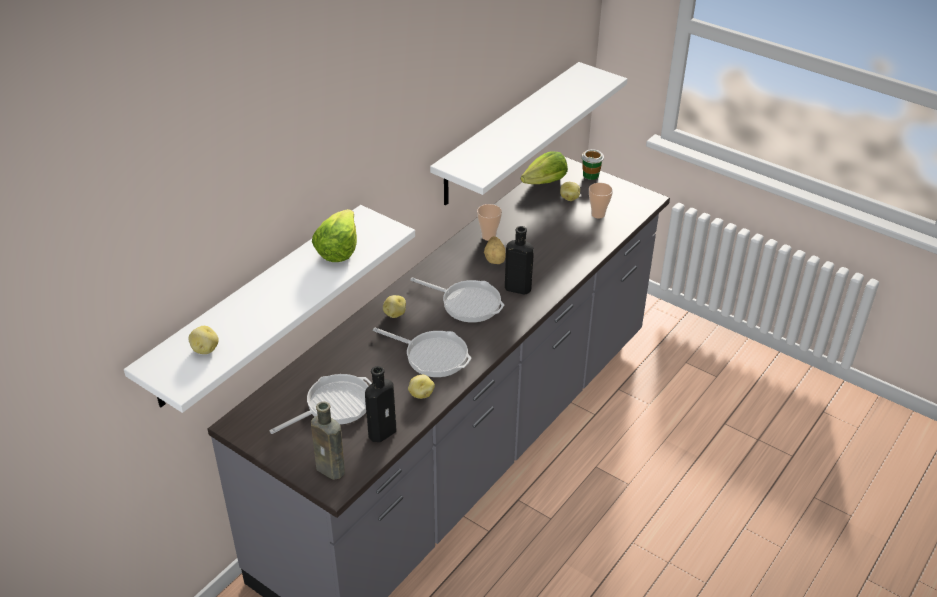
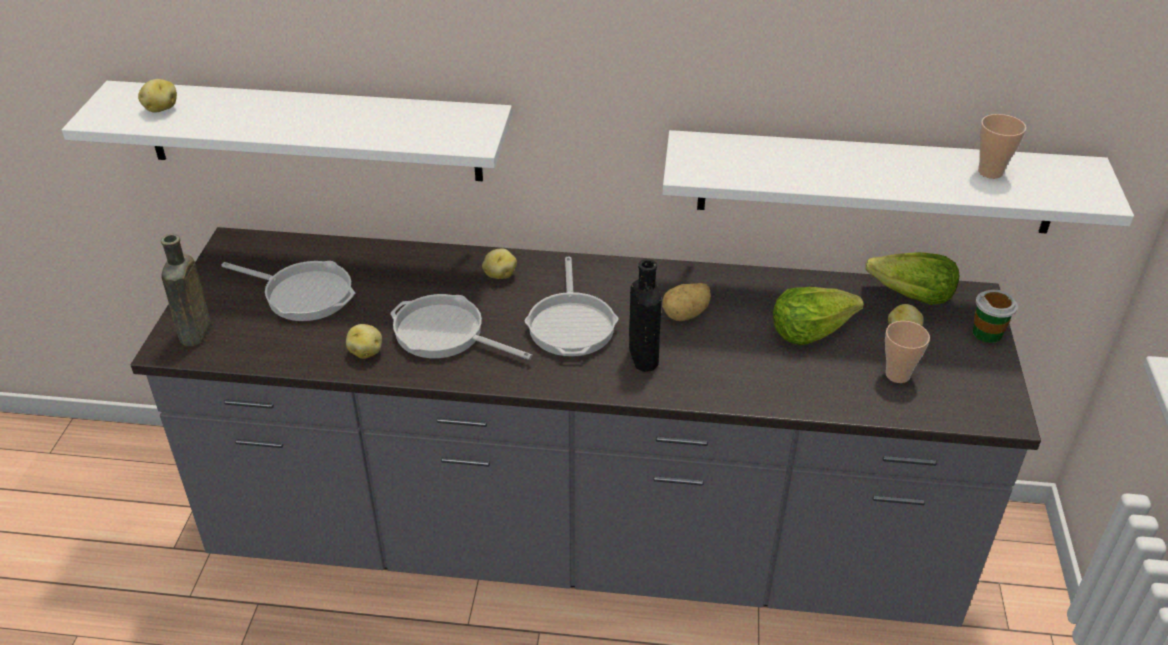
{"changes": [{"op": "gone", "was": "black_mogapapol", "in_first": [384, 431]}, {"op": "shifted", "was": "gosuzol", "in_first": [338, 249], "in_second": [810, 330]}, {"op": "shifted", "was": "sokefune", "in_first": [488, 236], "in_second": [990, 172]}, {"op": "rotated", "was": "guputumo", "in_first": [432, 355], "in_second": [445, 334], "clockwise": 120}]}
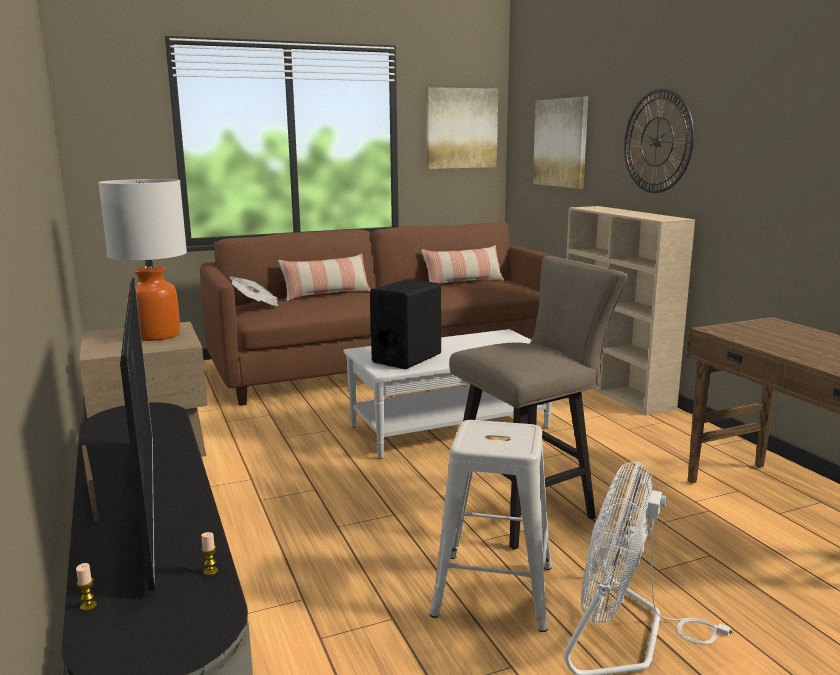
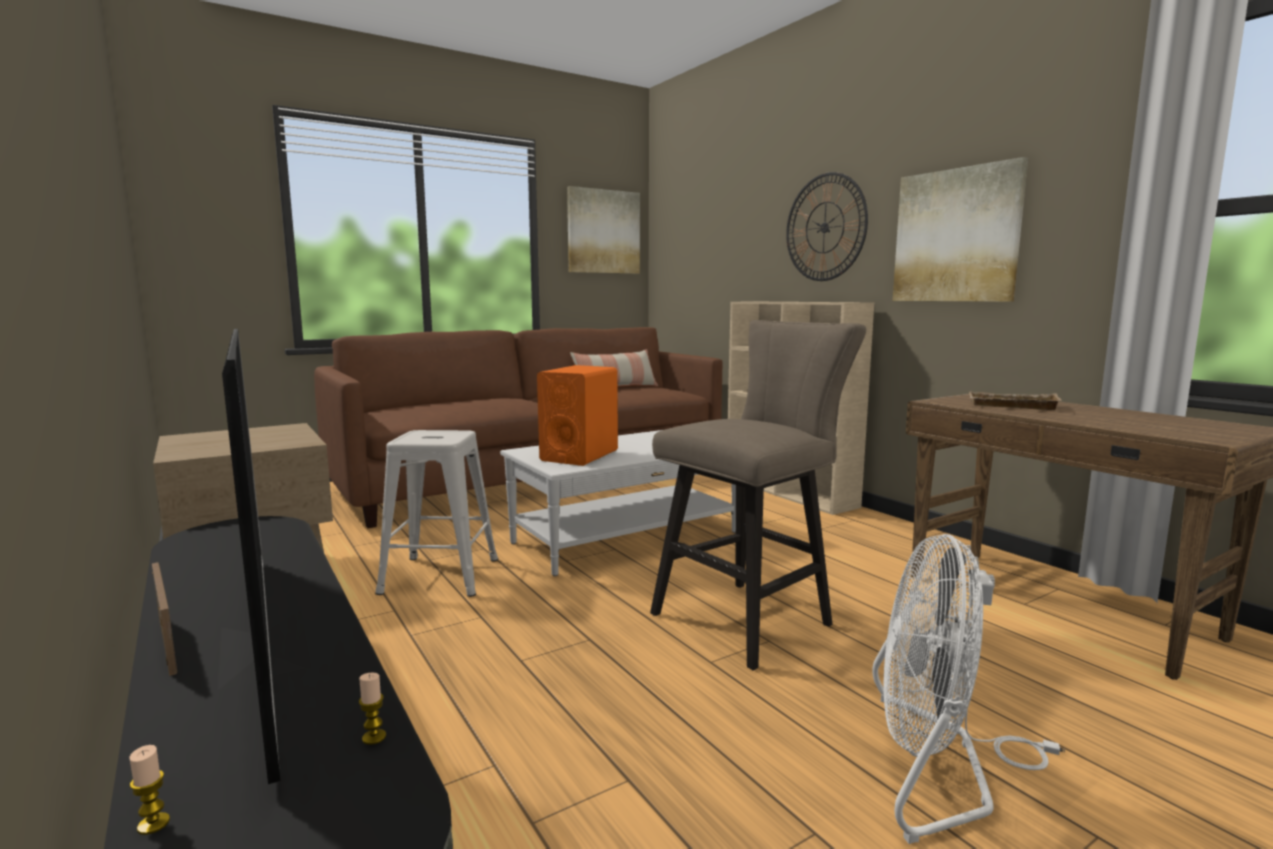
{"changes": [{"op": "gone", "was": "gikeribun", "in_first": [157, 335]}, {"op": "gone", "was": "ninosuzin", "in_first": [256, 304]}, {"op": "gone", "was": "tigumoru", "in_first": [326, 295]}, {"op": "new", "now": "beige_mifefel", "in_second": [1011, 406]}, {"op": "shifted", "was": "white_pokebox", "in_first": [493, 590], "in_second": [440, 576]}, {"op": "shifted", "was": "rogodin", "in_first": [561, 143], "in_second": [956, 236]}, {"op": "repainted", "was": "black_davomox", "now": "orange_davomox", "in_first": [407, 358], "in_second": [579, 455]}]}
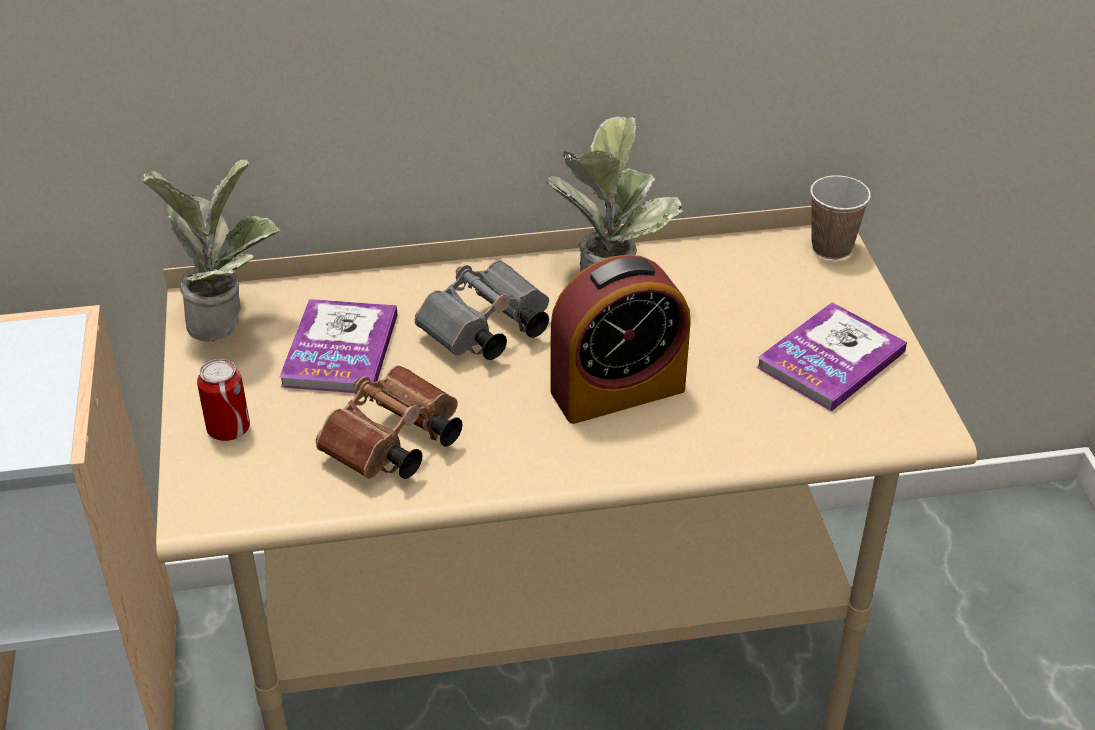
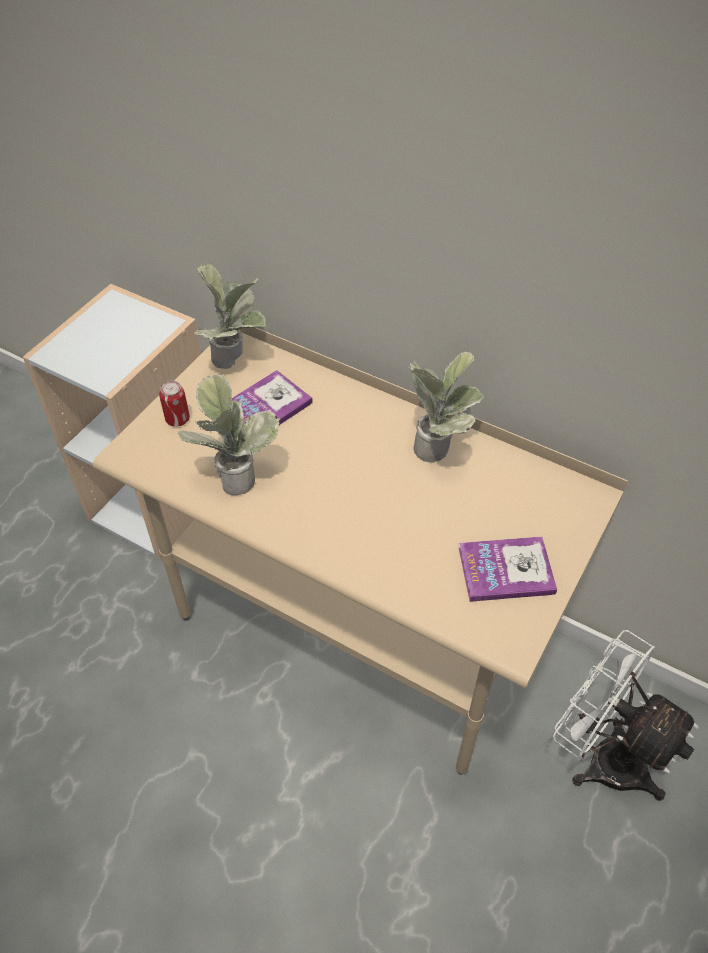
{"changes": [{"op": "gone", "was": "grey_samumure", "in_first": [484, 332]}, {"op": "gone", "was": "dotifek", "in_first": [617, 391]}, {"op": "gone", "was": "sokefune", "in_first": [831, 248]}, {"op": "new", "now": "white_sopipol", "in_second": [602, 755]}, {"op": "swapped", "was": "brown_samumure", "now": "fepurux", "in_first": [392, 446], "in_second": [234, 474]}]}
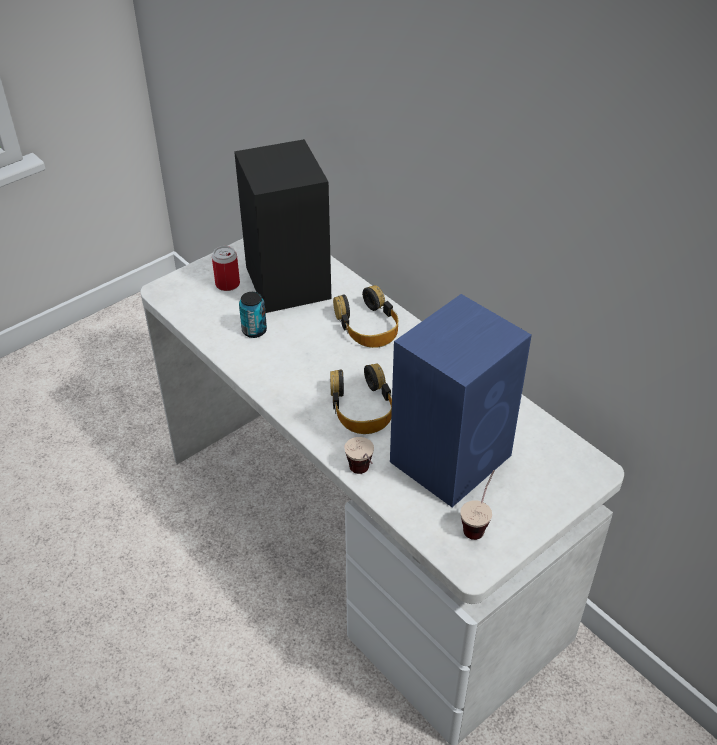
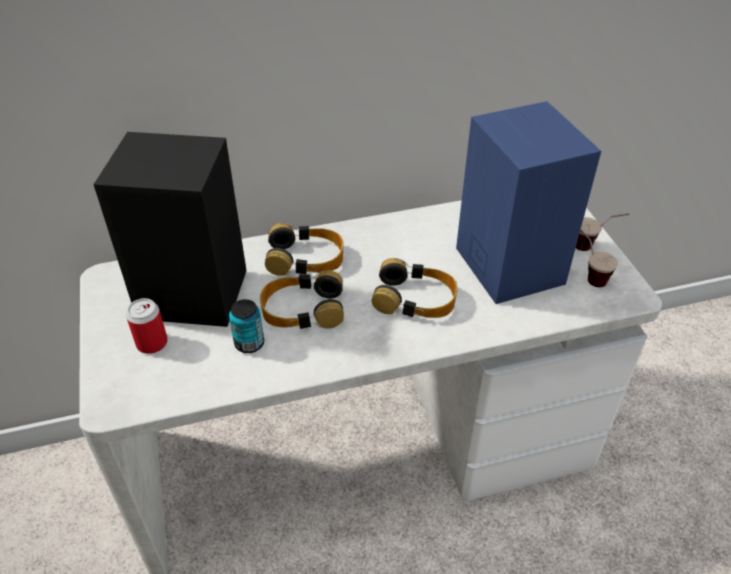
{"changes": [{"op": "new", "now": "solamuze", "in_second": [302, 310]}, {"op": "shifted", "was": "sokefune", "in_first": [362, 475], "in_second": [593, 246]}]}
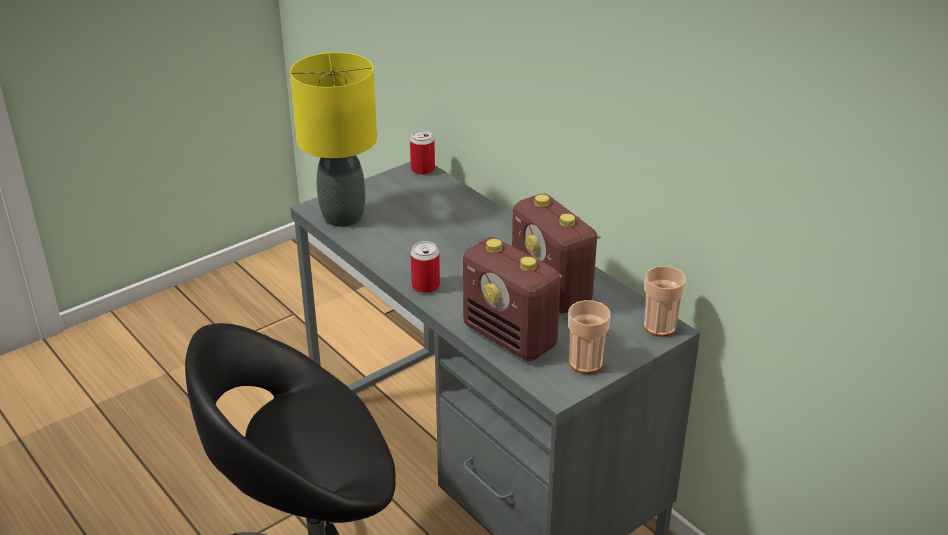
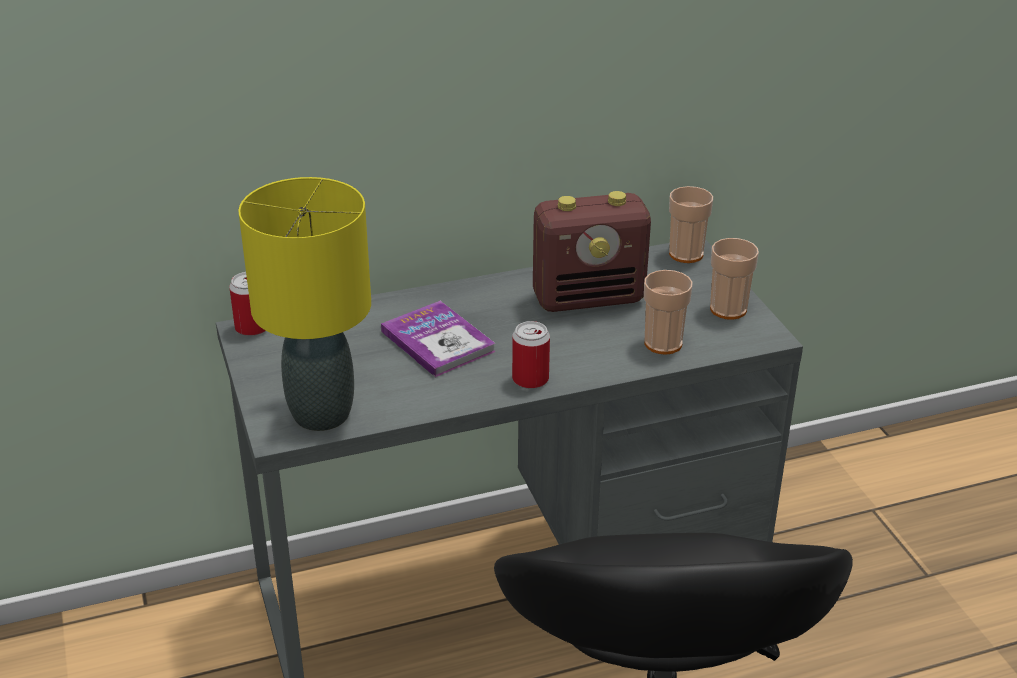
{"changes": [{"op": "new", "now": "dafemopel", "in_second": [437, 341]}, {"op": "swapped", "was": "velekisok", "now": "sokefune", "in_first": [510, 337], "in_second": [663, 343]}]}
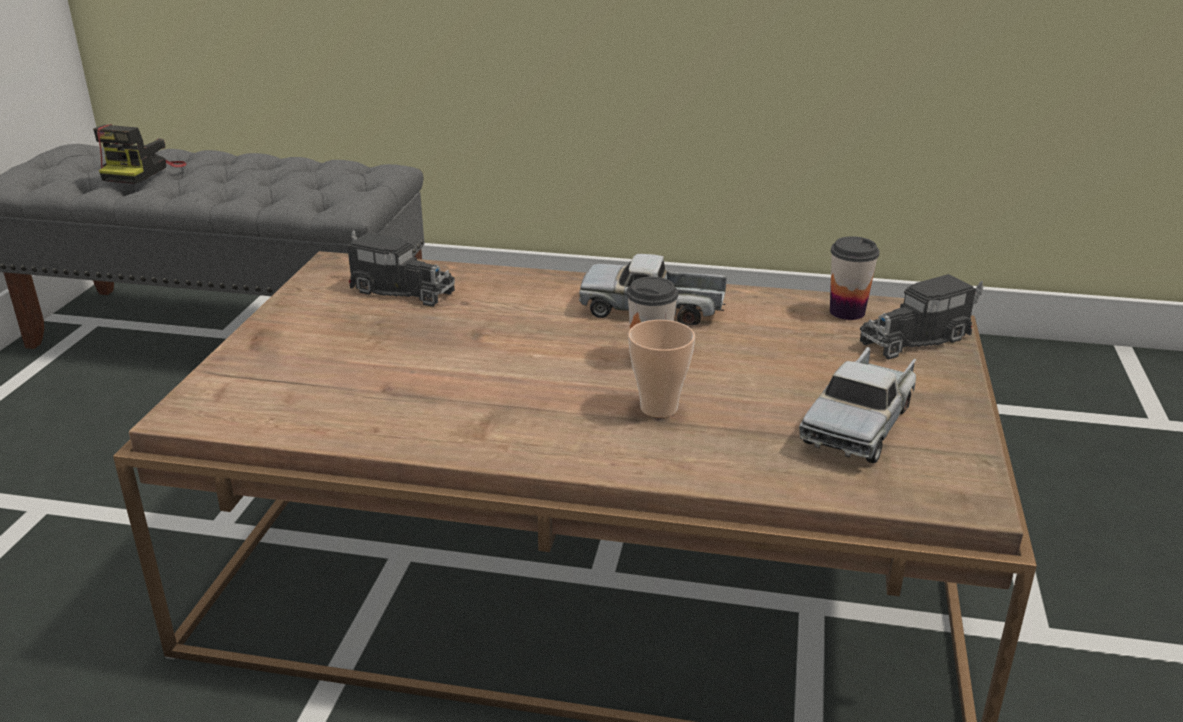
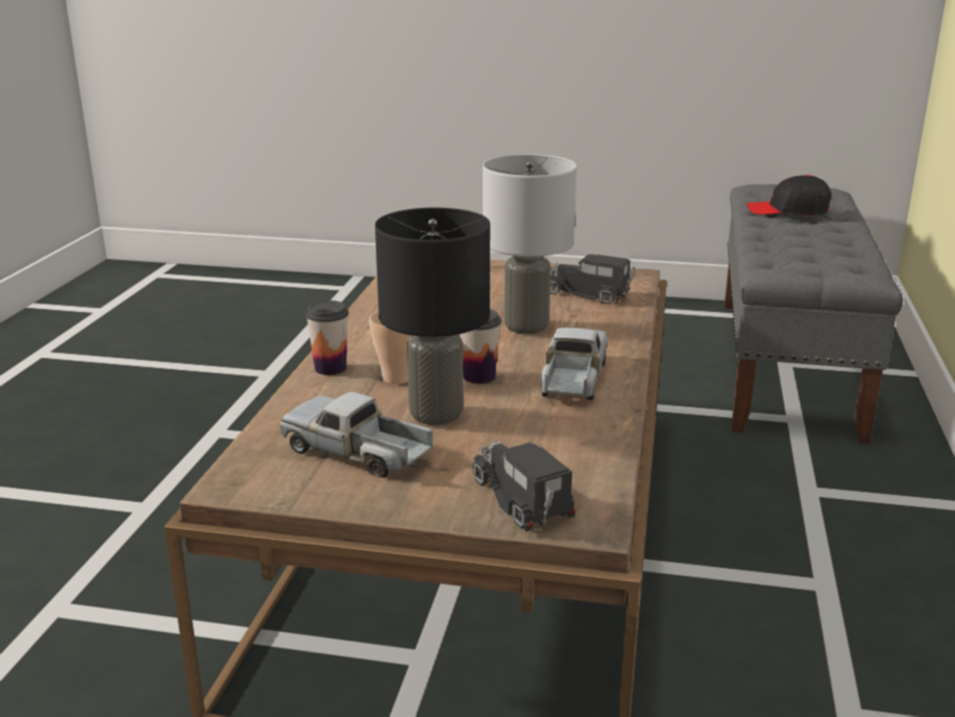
{"changes": [{"op": "new", "now": "black_gikeribun", "in_second": [433, 416]}, {"op": "new", "now": "white_gikeribun", "in_second": [525, 328]}, {"op": "shifted", "was": "sokefune", "in_first": [847, 312], "in_second": [330, 368]}, {"op": "swapped", "was": "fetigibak", "now": "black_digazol", "in_first": [142, 172], "in_second": [788, 211]}, {"op": "rotated", "was": "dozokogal", "in_first": [398, 290], "in_second": [590, 295], "clockwise": 90}]}
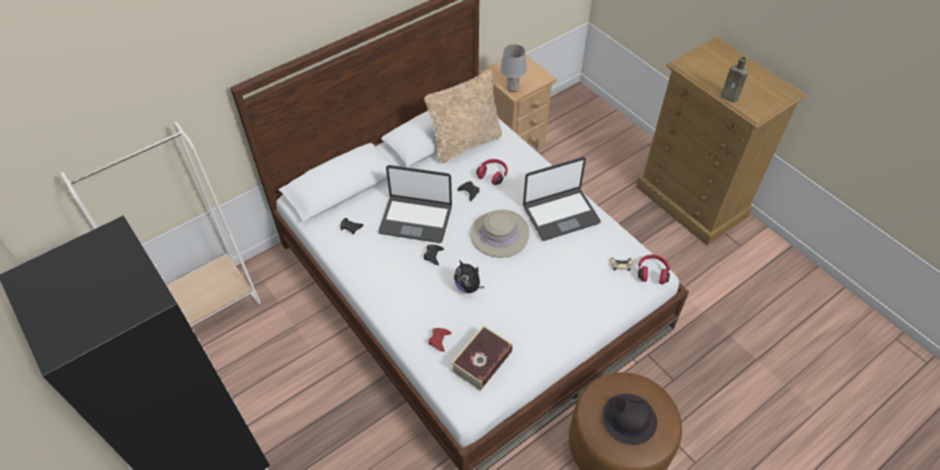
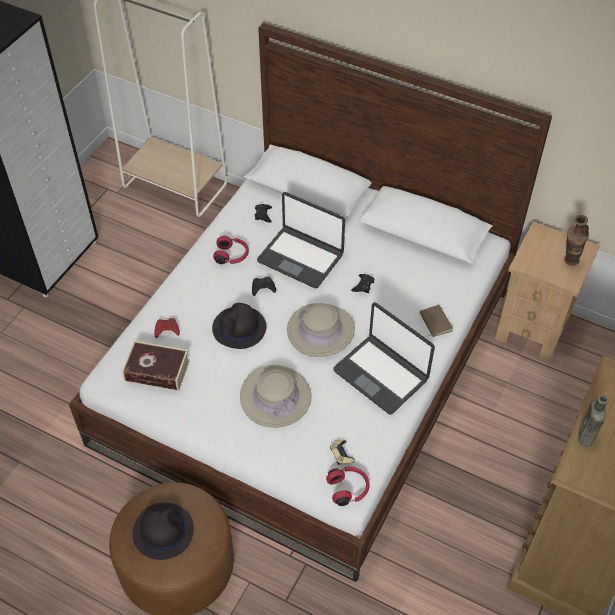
{"changes": [{"op": "gone", "was": "beige_tigumoru", "in_first": [466, 144]}, {"op": "gone", "was": "grey_gikeribun", "in_first": [512, 88]}, {"op": "new", "now": "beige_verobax", "in_second": [275, 397]}, {"op": "new", "now": "brown_dafemopel", "in_second": [434, 322]}, {"op": "new", "now": "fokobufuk", "in_second": [568, 263]}, {"op": "shifted", "was": "red_solamuze", "in_first": [493, 175], "in_second": [232, 255]}, {"op": "swapped", "was": "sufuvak", "now": "black_verobax", "in_first": [468, 286], "in_second": [239, 328]}, {"op": "rotated", "was": "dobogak", "in_first": [416, 219], "in_second": [301, 257], "clockwise": -45}]}
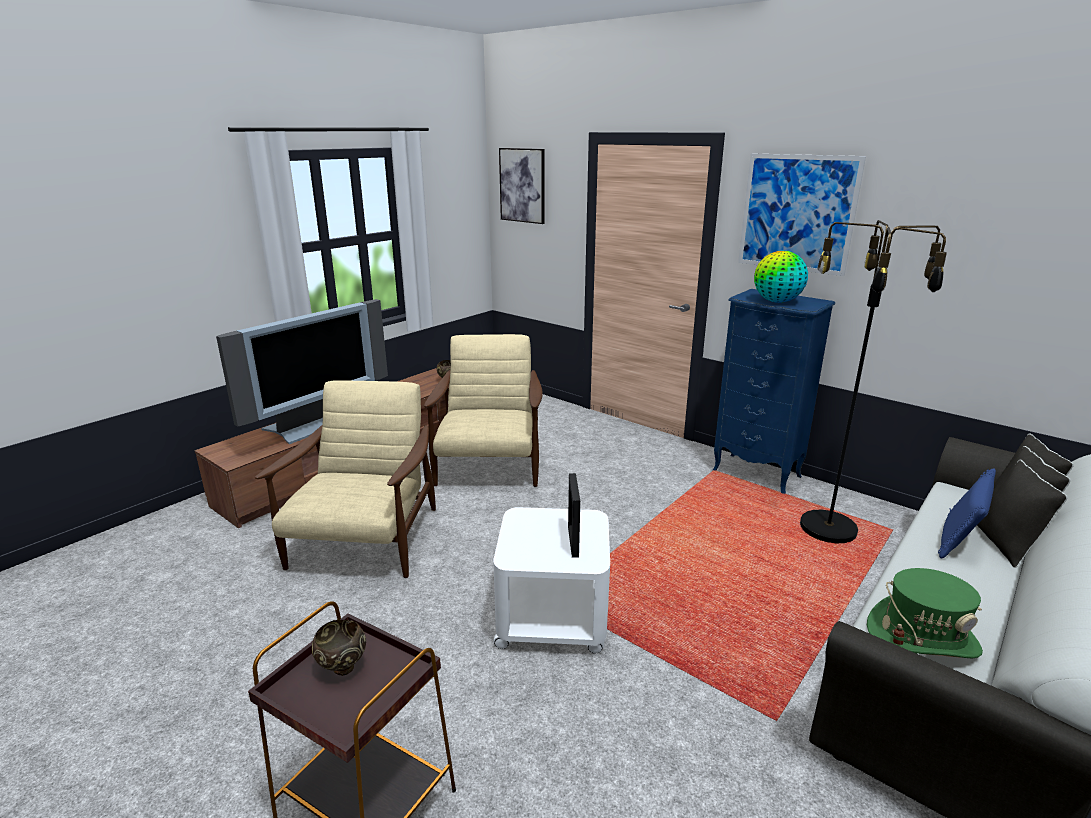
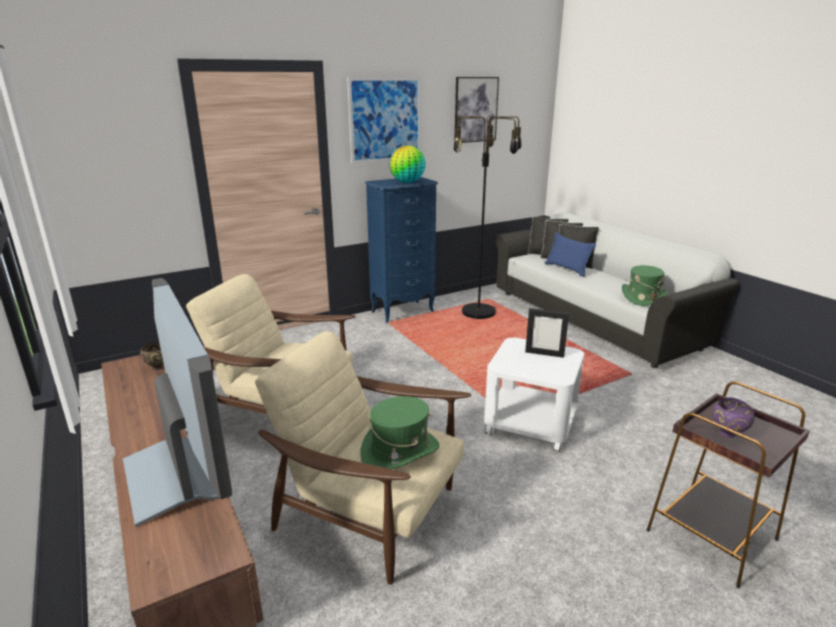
{"changes": [{"op": "new", "now": "green_verobax", "in_second": [400, 451]}, {"op": "shifted", "was": "rogodin", "in_first": [522, 185], "in_second": [475, 109]}, {"op": "repainted", "was": "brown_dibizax", "now": "purple_dibizax", "in_first": [342, 668], "in_second": [728, 434]}]}
